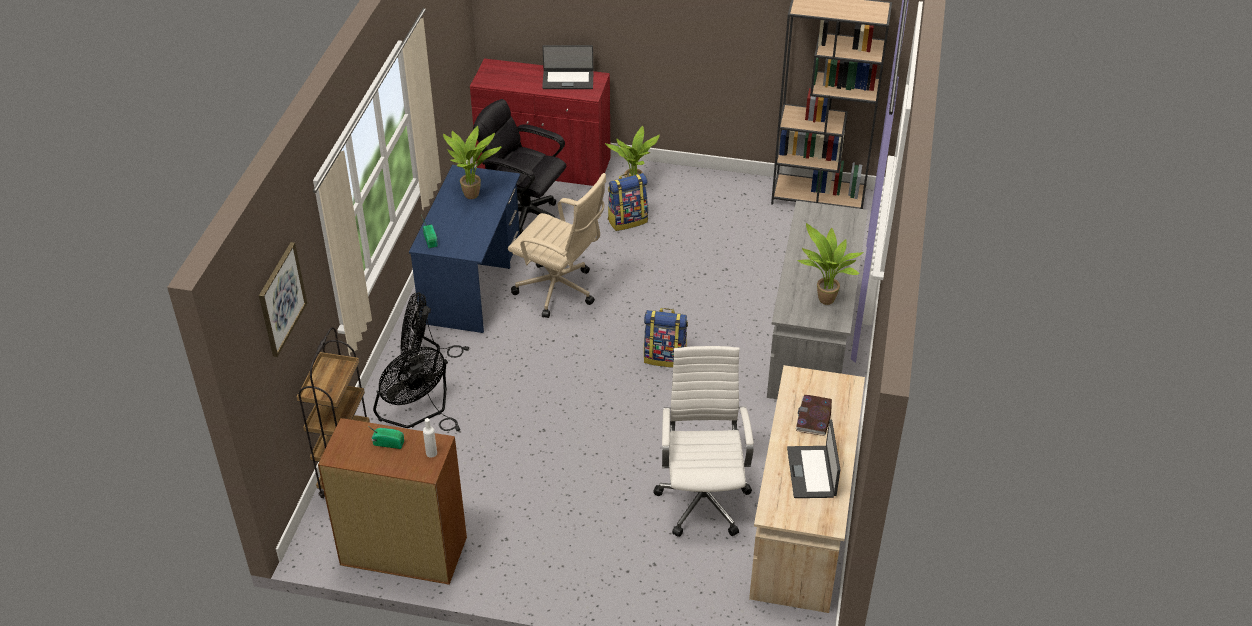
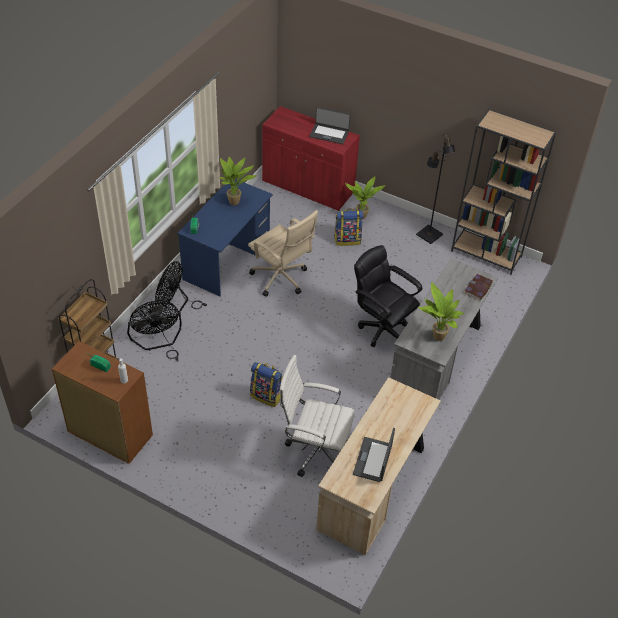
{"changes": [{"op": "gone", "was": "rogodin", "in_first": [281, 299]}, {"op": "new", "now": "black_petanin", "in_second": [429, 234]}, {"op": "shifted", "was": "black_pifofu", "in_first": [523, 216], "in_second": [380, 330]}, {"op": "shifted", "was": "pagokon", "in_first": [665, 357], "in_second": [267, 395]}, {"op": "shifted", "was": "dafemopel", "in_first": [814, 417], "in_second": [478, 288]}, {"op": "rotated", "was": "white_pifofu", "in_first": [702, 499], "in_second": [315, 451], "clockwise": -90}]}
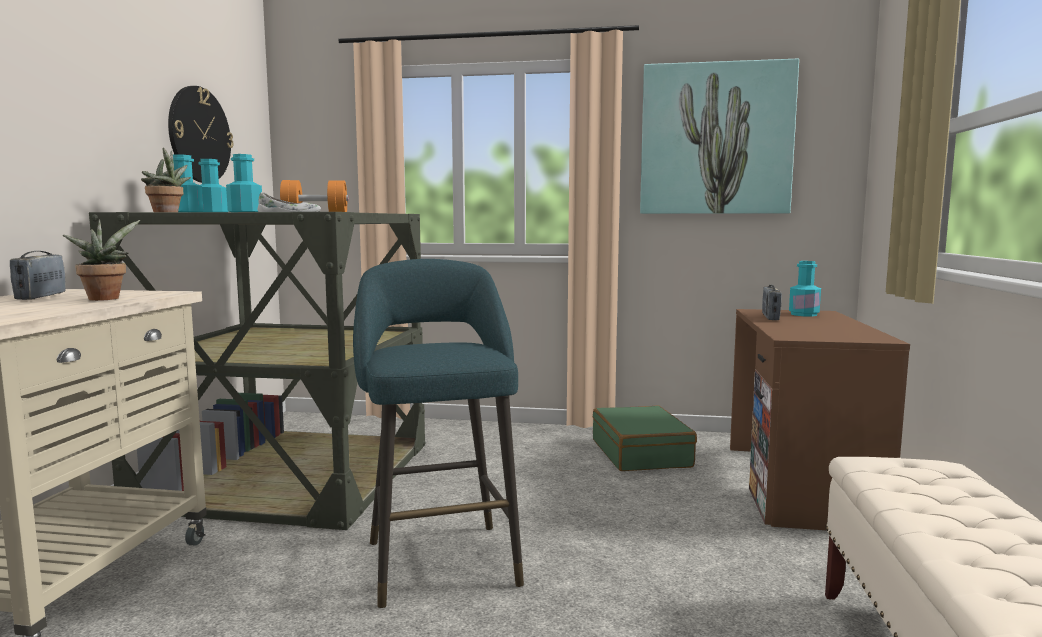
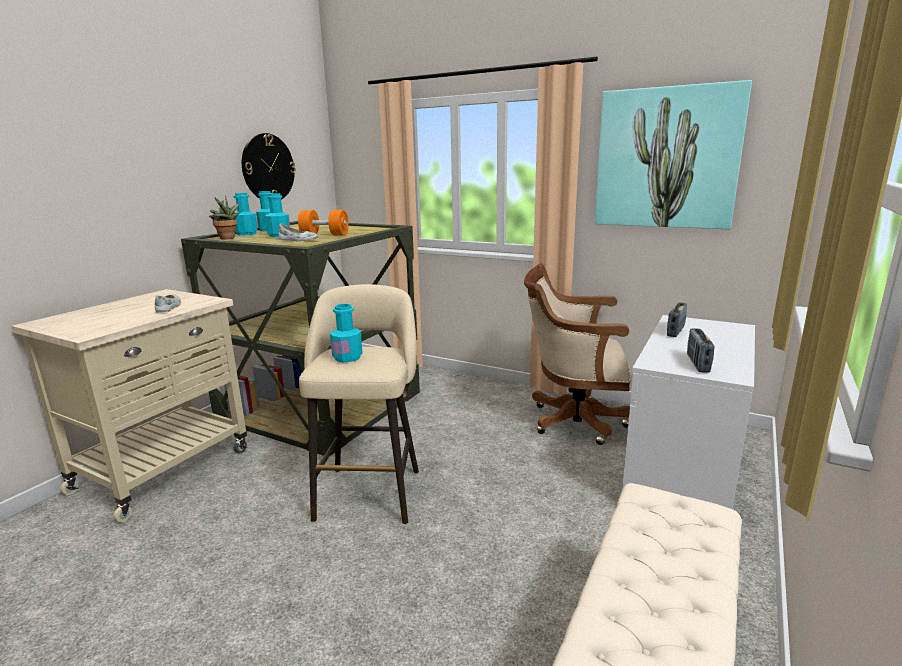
{"changes": [{"op": "shifted", "was": "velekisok", "in_first": [41, 296], "in_second": [697, 364]}, {"op": "shifted", "was": "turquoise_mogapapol", "in_first": [804, 314], "in_second": [347, 357]}, {"op": "swapped", "was": "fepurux", "now": "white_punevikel", "in_first": [105, 298], "in_second": [169, 307]}, {"op": "swapped", "was": "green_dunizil", "now": "pifofu", "in_first": [641, 453], "in_second": [572, 421]}, {"op": "repainted", "was": "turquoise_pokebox", "now": "beige_pokebox", "in_first": [440, 557], "in_second": [370, 490]}, {"op": "repainted", "was": "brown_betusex", "now": "white_betusex", "in_first": [799, 485], "in_second": [683, 473]}]}
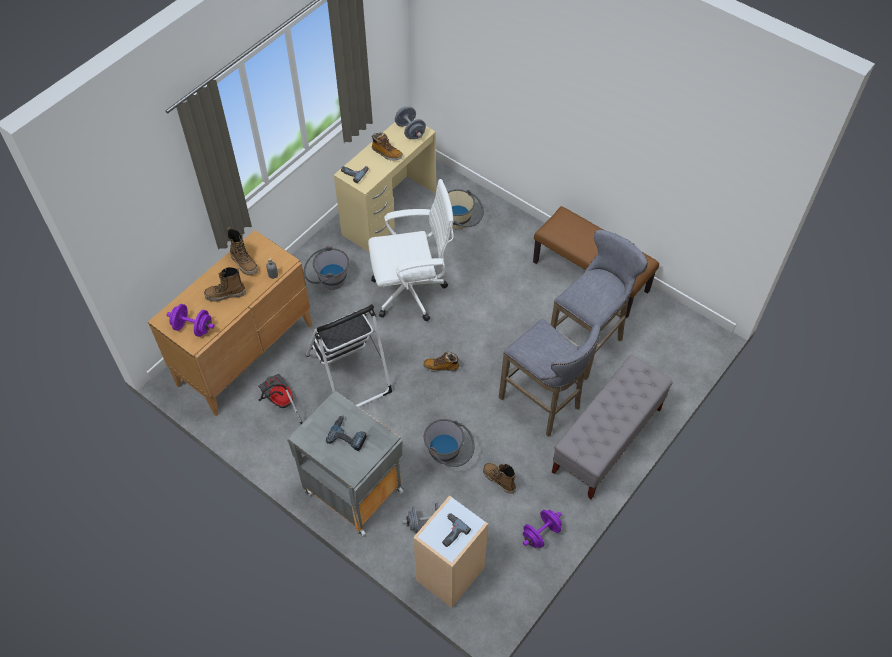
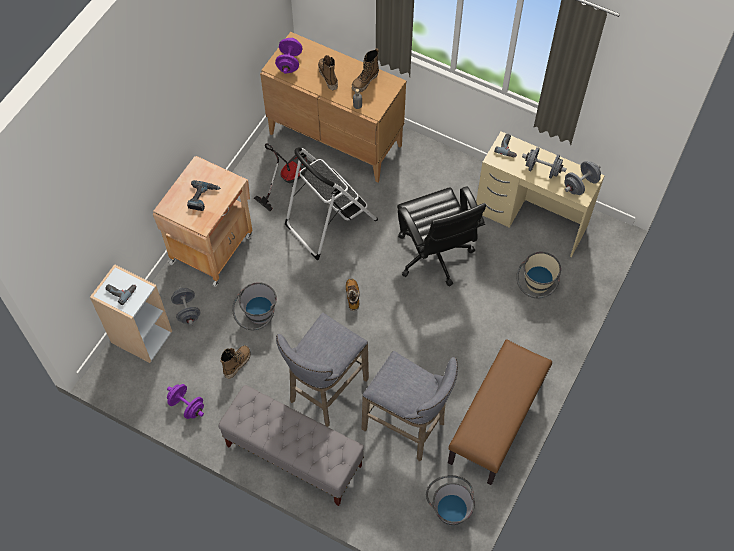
{"changes": [{"op": "shifted", "was": "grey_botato", "in_first": [328, 281], "in_second": [449, 507]}, {"op": "swapped", "was": "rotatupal", "now": "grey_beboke", "in_first": [386, 153], "in_second": [542, 169]}, {"op": "repainted", "was": "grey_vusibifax", "now": "brown_vusibifax", "in_first": [352, 490], "in_second": [212, 248]}, {"op": "repainted", "was": "white_pifofu", "now": "black_pifofu", "in_first": [412, 292], "in_second": [435, 257]}]}
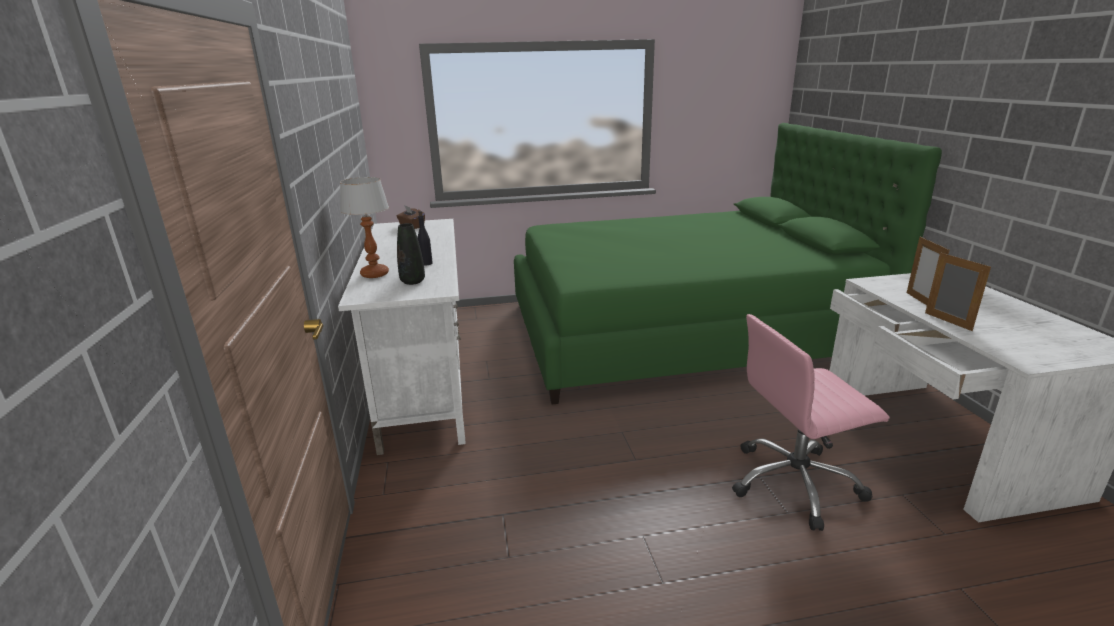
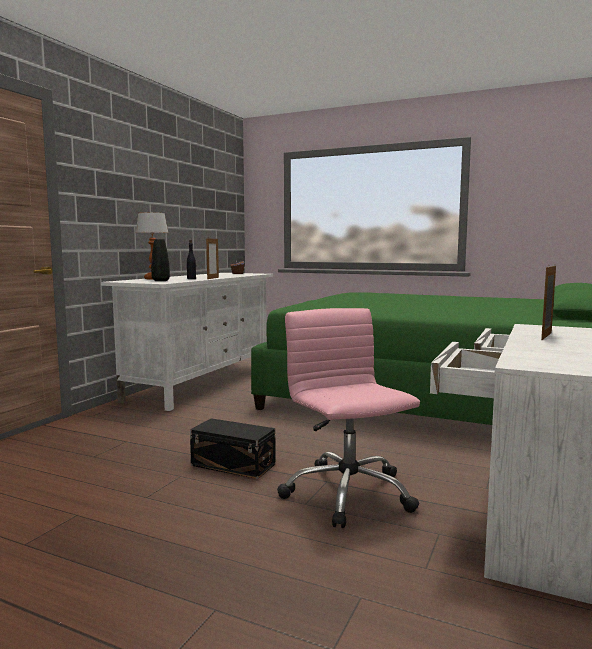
{"changes": [{"op": "new", "now": "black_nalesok", "in_second": [233, 464]}, {"op": "shifted", "was": "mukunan", "in_first": [947, 321], "in_second": [213, 278]}, {"op": "rotated", "was": "pink_pifofu", "in_first": [794, 483], "in_second": [347, 493], "clockwise": 45}]}
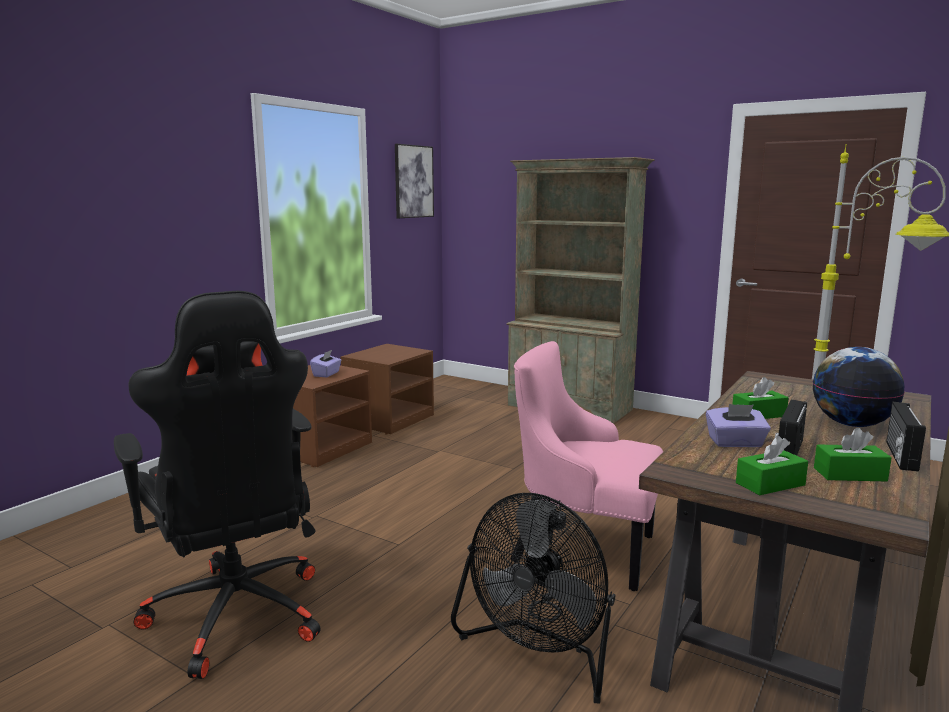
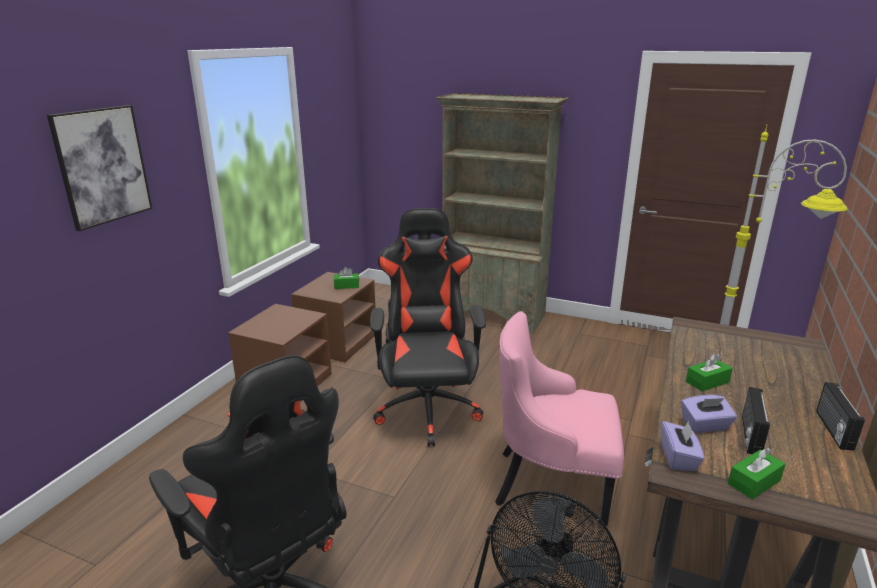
{"changes": [{"op": "gone", "was": "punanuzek", "in_first": [852, 424]}, {"op": "new", "now": "black_pifofu", "in_second": [428, 415]}, {"op": "shifted", "was": "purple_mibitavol", "in_first": [326, 374], "in_second": [678, 458]}, {"op": "shifted", "was": "rogodin", "in_first": [413, 181], "in_second": [102, 166]}, {"op": "shifted", "was": "green_mibitavol", "in_first": [849, 474], "in_second": [346, 286]}]}
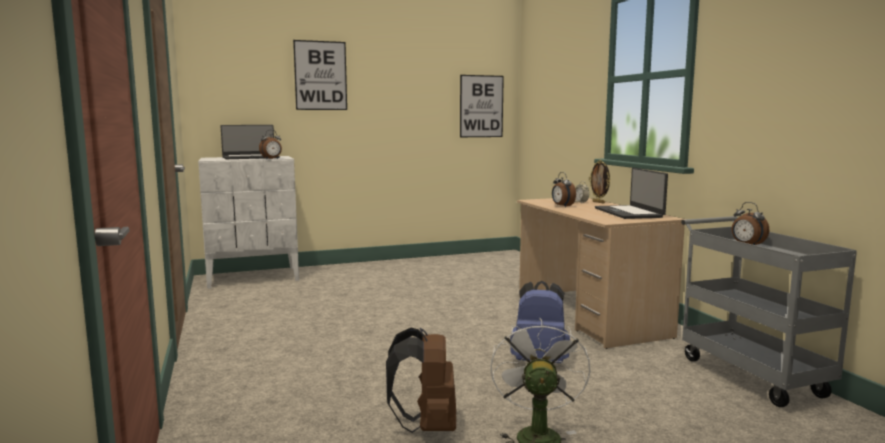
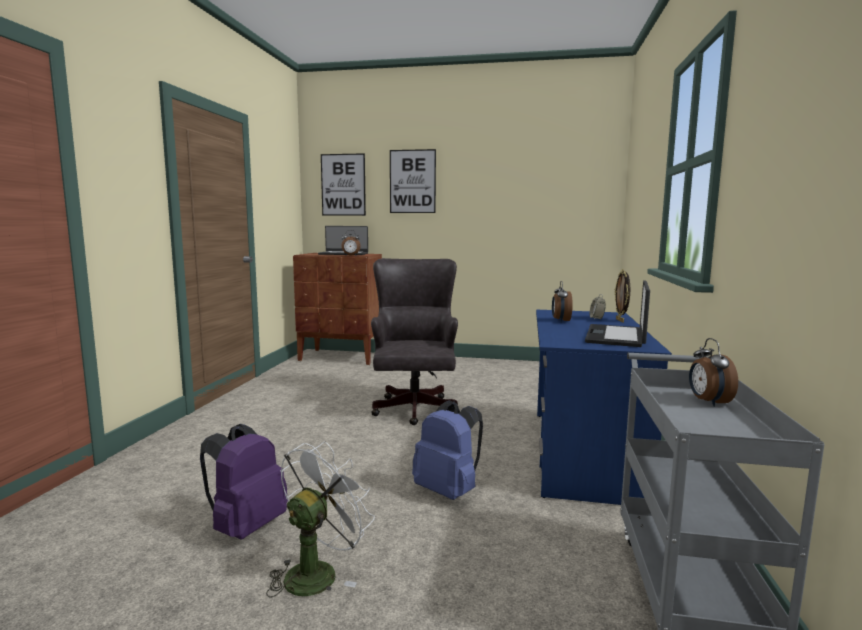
{"changes": [{"op": "new", "now": "grey_pifofu", "in_second": [414, 407]}, {"op": "shifted", "was": "rogodin", "in_first": [481, 106], "in_second": [343, 185]}, {"op": "repainted", "was": "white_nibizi", "now": "brown_nibizi", "in_first": [254, 278], "in_second": [341, 357]}, {"op": "repainted", "was": "brown_pagokon", "now": "purple_pagokon", "in_first": [427, 426], "in_second": [246, 527]}, {"op": "repainted", "was": "beige_betusex", "now": "blue_betusex", "in_first": [589, 315], "in_second": [584, 453]}]}
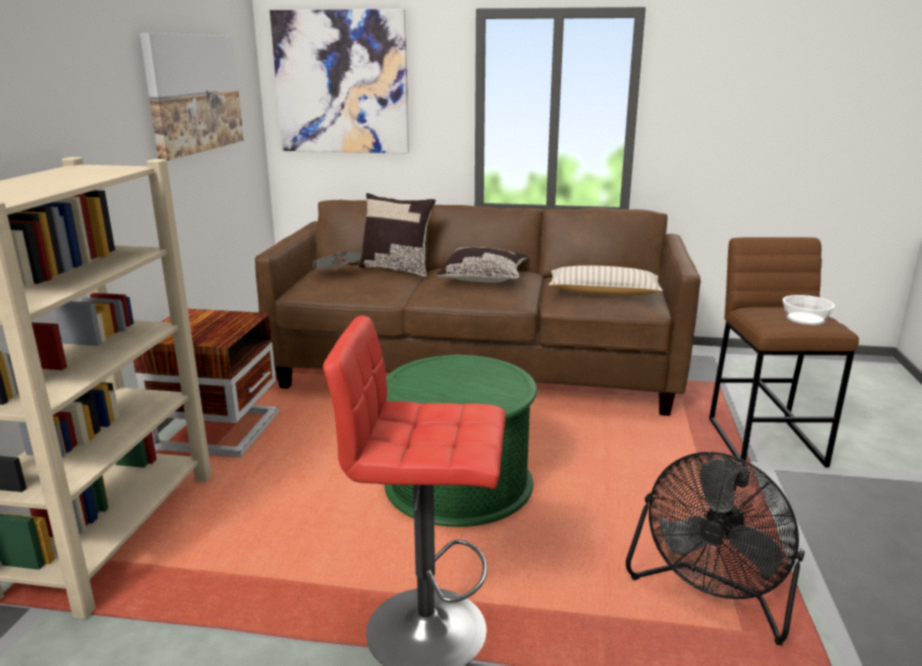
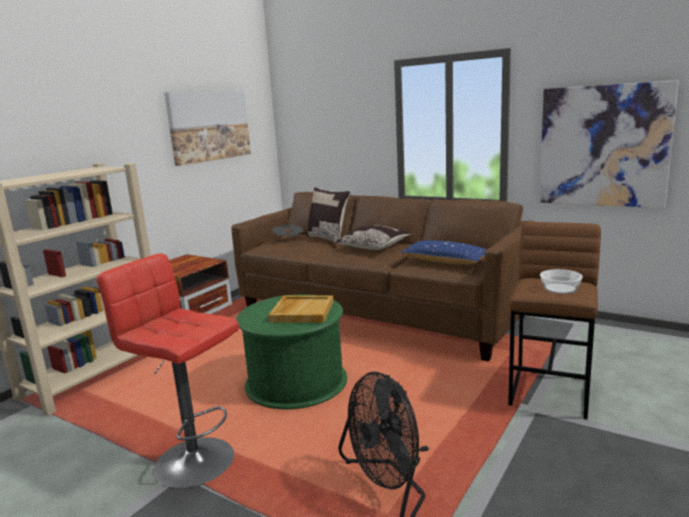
{"changes": [{"op": "new", "now": "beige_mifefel", "in_second": [302, 311]}, {"op": "shifted", "was": "rogodin", "in_first": [341, 82], "in_second": [603, 146]}, {"op": "repainted", "was": "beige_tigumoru", "now": "blue_tigumoru", "in_first": [603, 292], "in_second": [445, 261]}]}
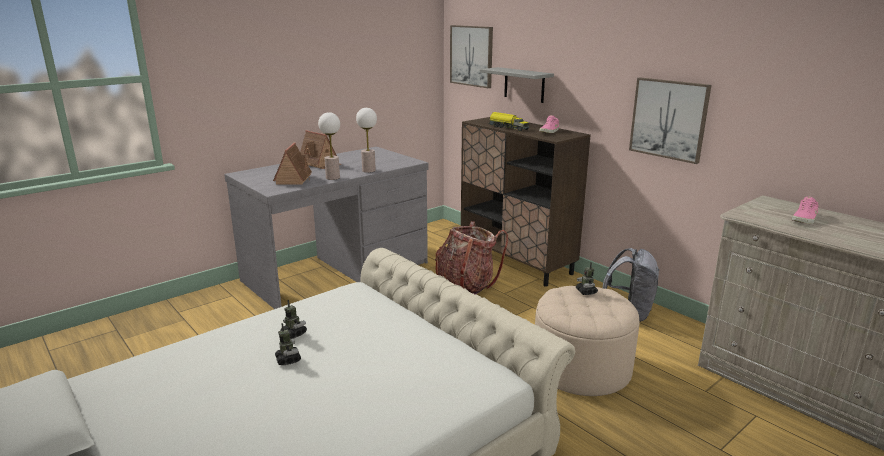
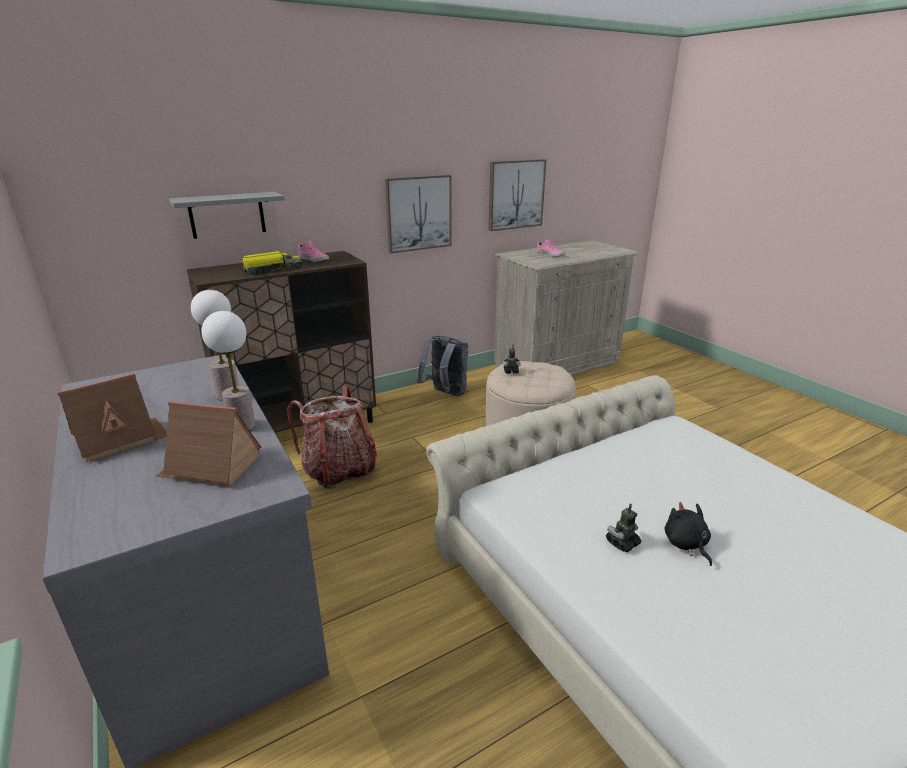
{"changes": [{"op": "shifted", "was": "rogodin", "in_first": [471, 56], "in_second": [515, 194]}, {"op": "swapped", "was": "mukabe", "now": "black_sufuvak", "in_first": [288, 360], "in_second": [686, 544]}]}
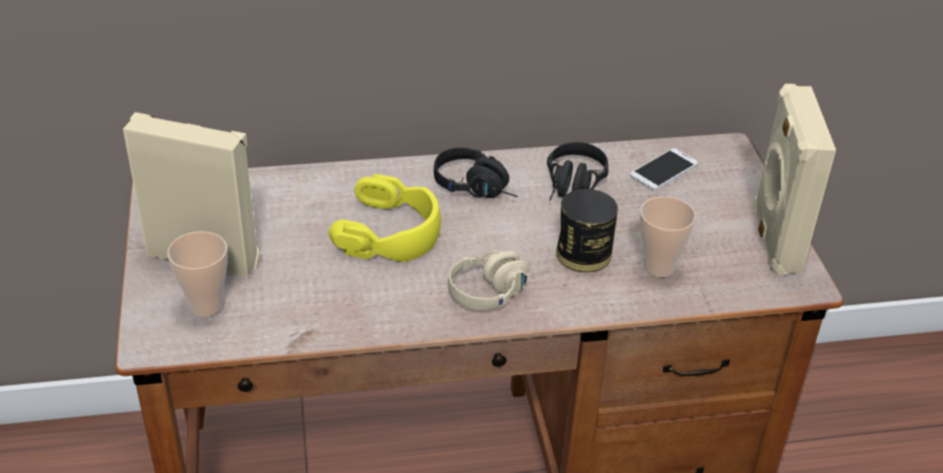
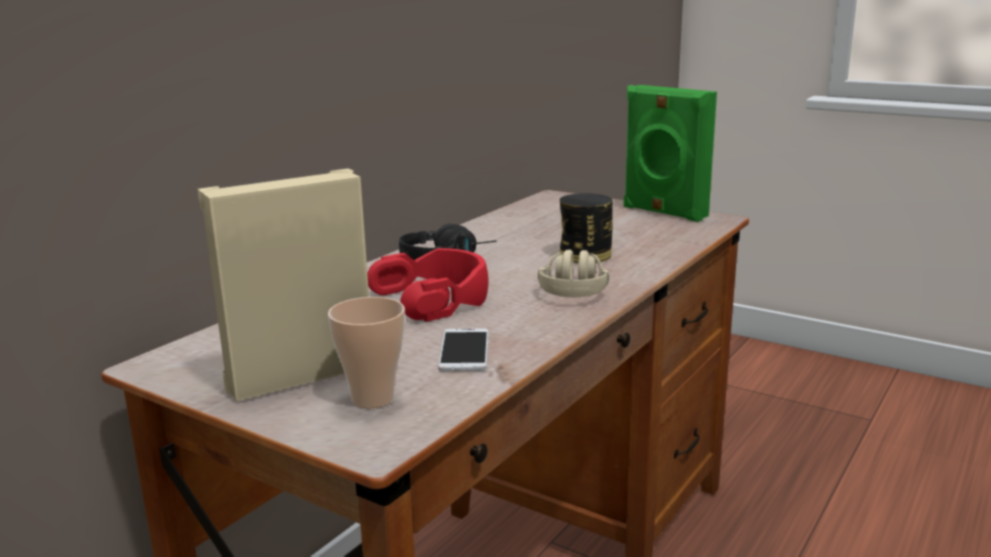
{"changes": [{"op": "gone", "was": "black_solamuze", "in_first": [572, 188]}, {"op": "gone", "was": "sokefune", "in_first": [658, 267]}, {"op": "shifted", "was": "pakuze", "in_first": [663, 170], "in_second": [464, 351]}, {"op": "repainted", "was": "yellow_solamuze", "now": "red_solamuze", "in_first": [390, 232], "in_second": [434, 298]}, {"op": "repainted", "was": "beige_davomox", "now": "green_davomox", "in_first": [773, 239], "in_second": [663, 212]}]}
